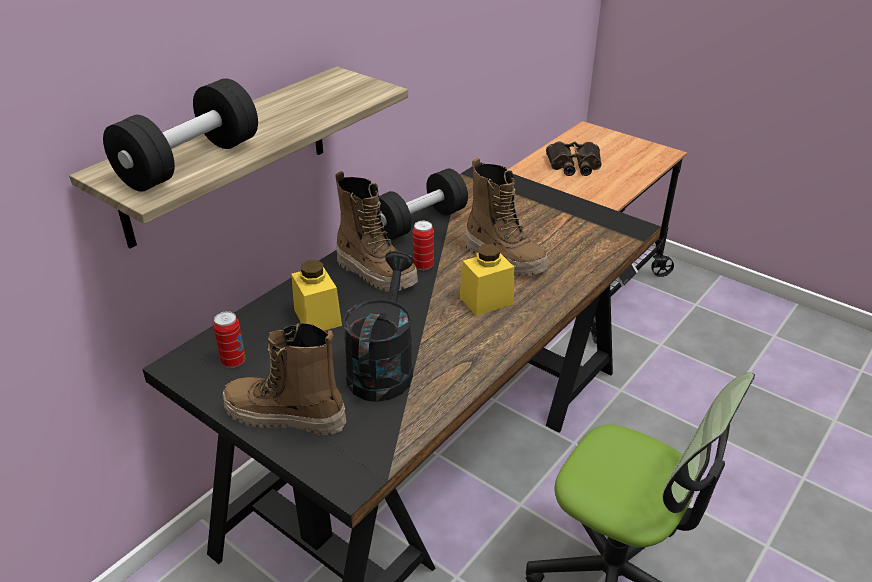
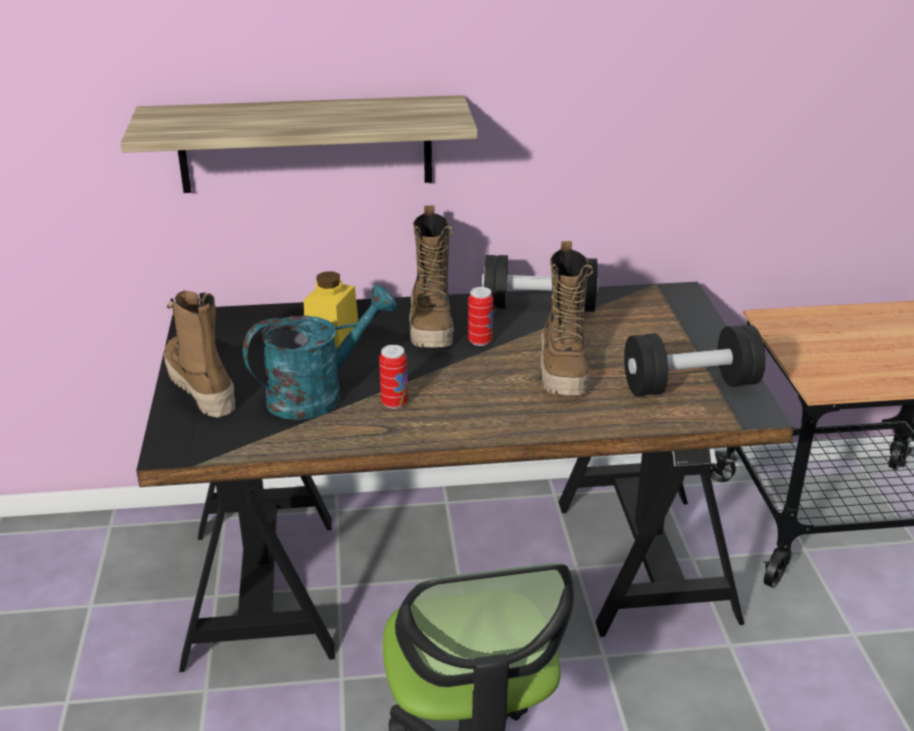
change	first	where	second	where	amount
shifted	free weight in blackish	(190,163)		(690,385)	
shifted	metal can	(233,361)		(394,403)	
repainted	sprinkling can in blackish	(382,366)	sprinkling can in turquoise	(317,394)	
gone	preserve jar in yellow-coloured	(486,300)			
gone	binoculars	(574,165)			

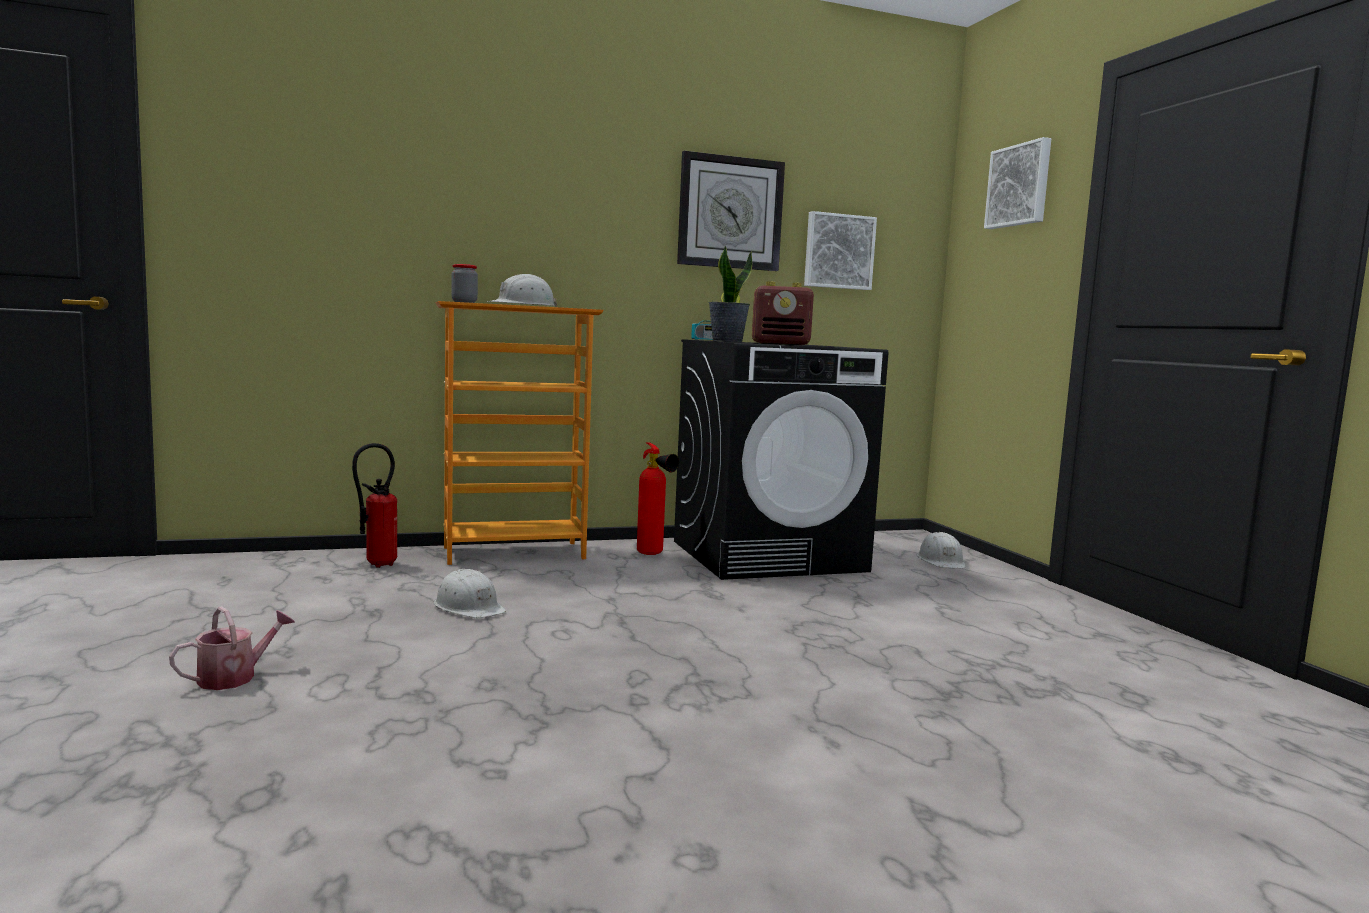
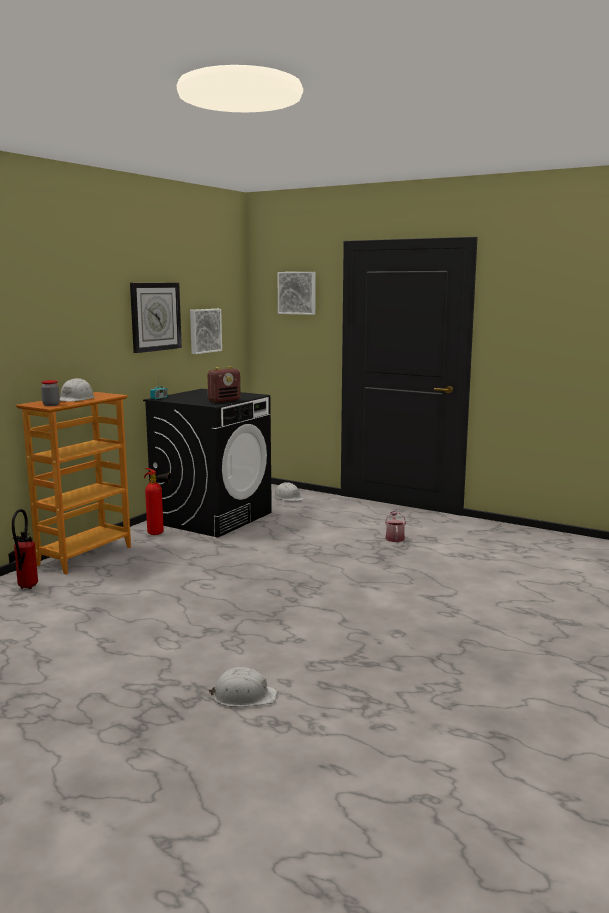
change	first	where	second	where	amount
shifted	sprinkling can	(234,677)		(394,537)	
shifted	hard hat in white	(469,607)		(244,696)	
gone	houseplant	(727,341)			

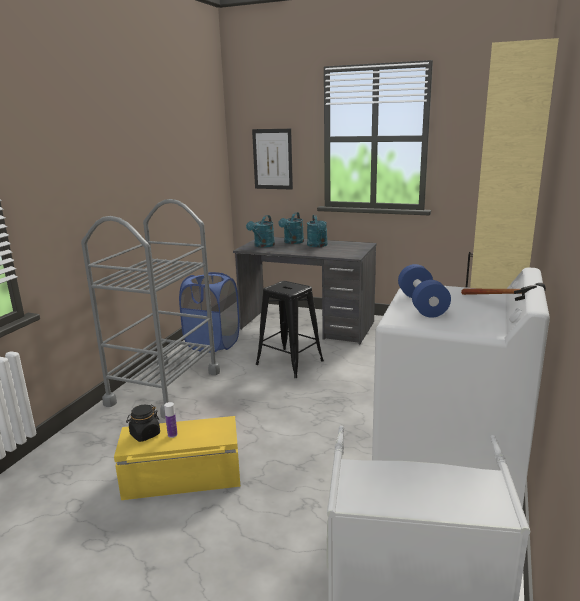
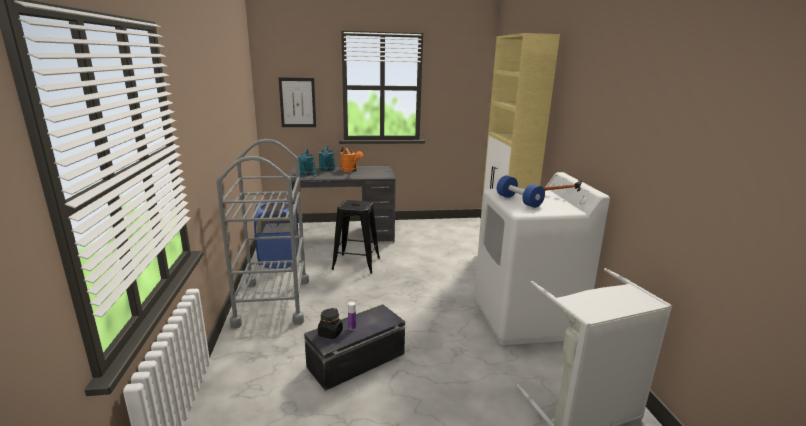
change	first	where	second	where	amount
repainted	storage box in yellow-coloured	(182,478)	storage box in blackish	(357,361)	
repainted	sprinkling can in turquoise	(318,245)	sprinkling can in orange-coloured	(350,171)	

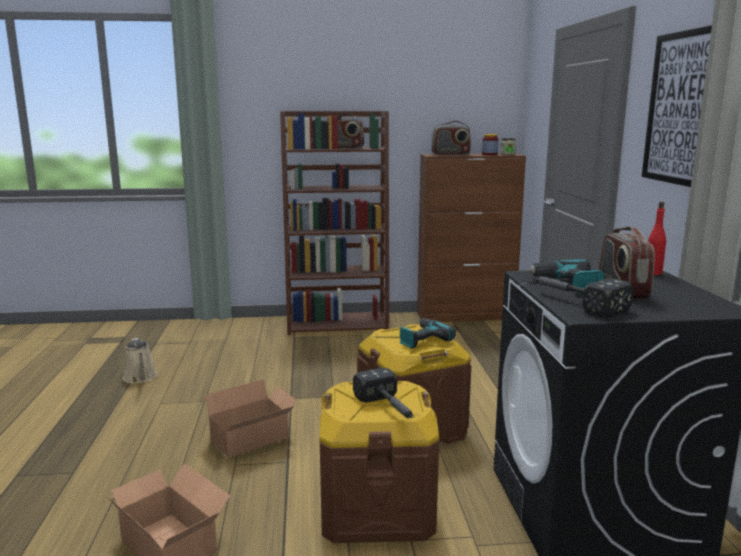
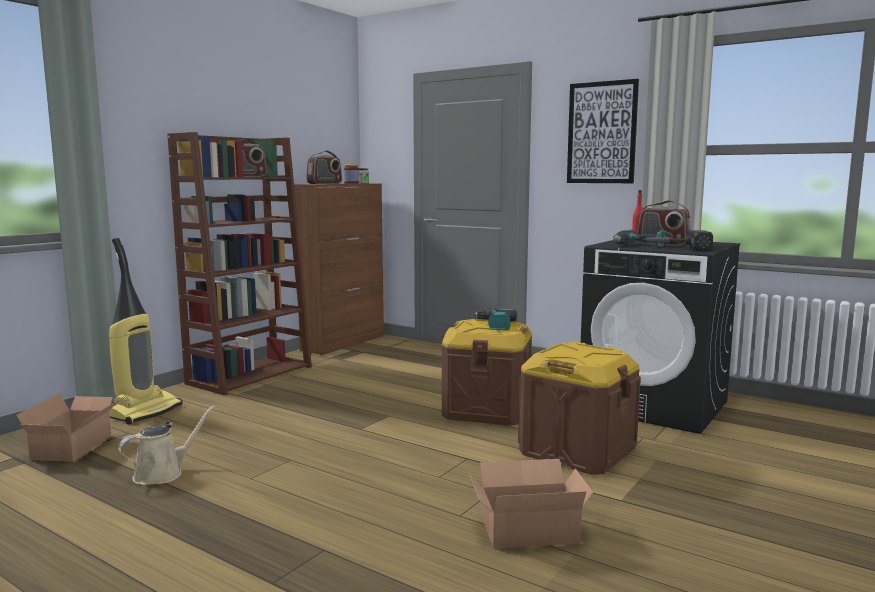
change	first	where	second	where	amount
rotated	sprinkling can in beige	(141,378)		(163,474)	60 degrees counterclockwise
shifted	carton	(252,439)		(76,446)	
gone	hand hammer	(389,409)			
new			vacuum cleaner	(145,411)	

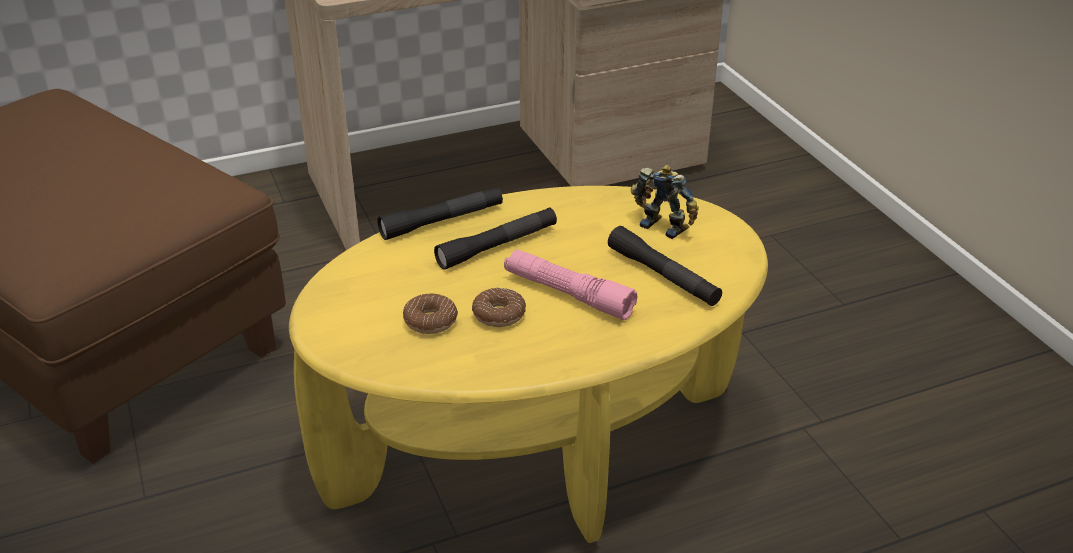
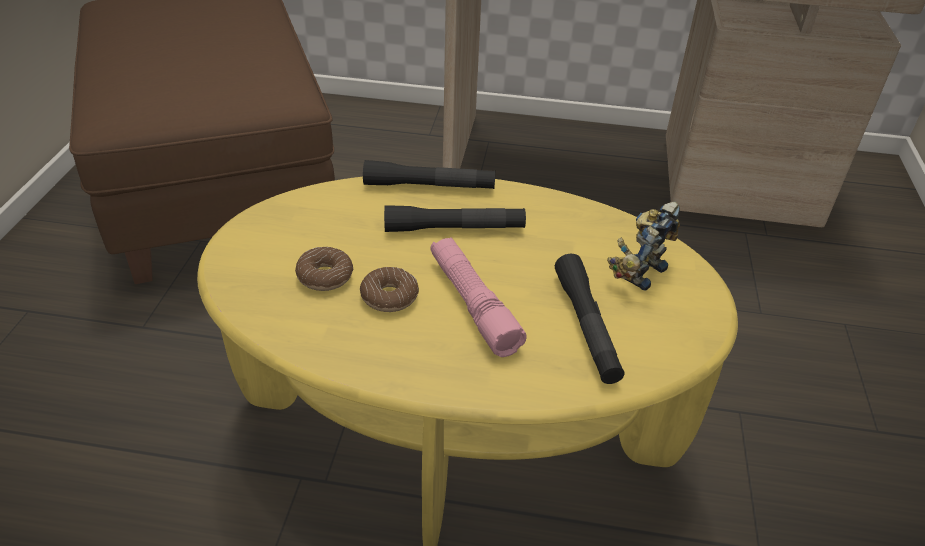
change	first	where	second	where	amount
rotated	toy robot	(664,225)		(638,271)	120 degrees counterclockwise

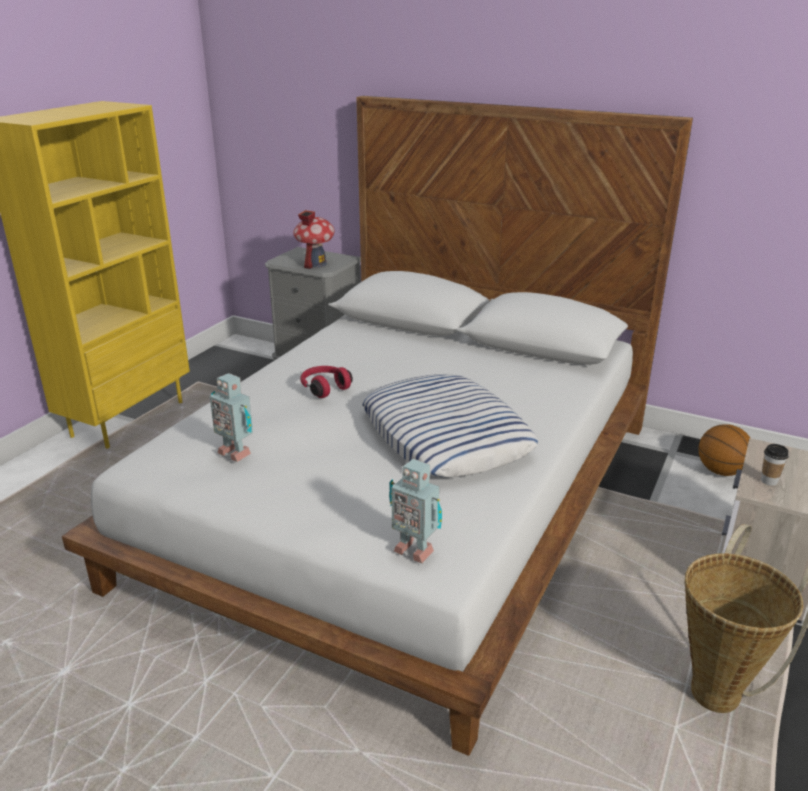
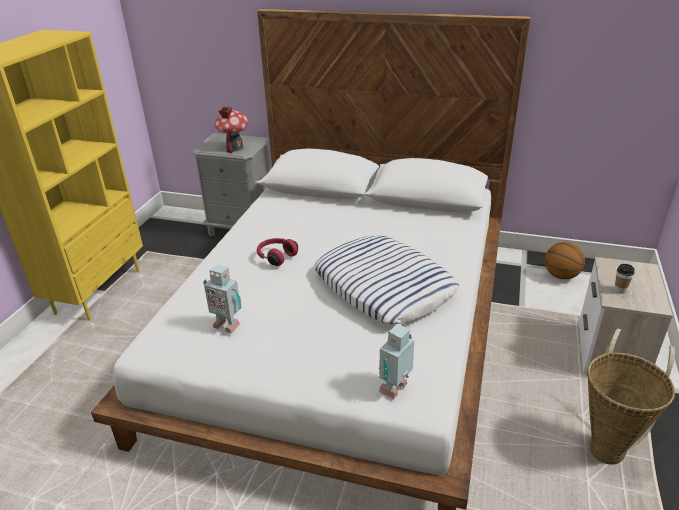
change	first	where	second	where	amount
rotated	toy robot	(414,549)		(396,388)	105 degrees clockwise

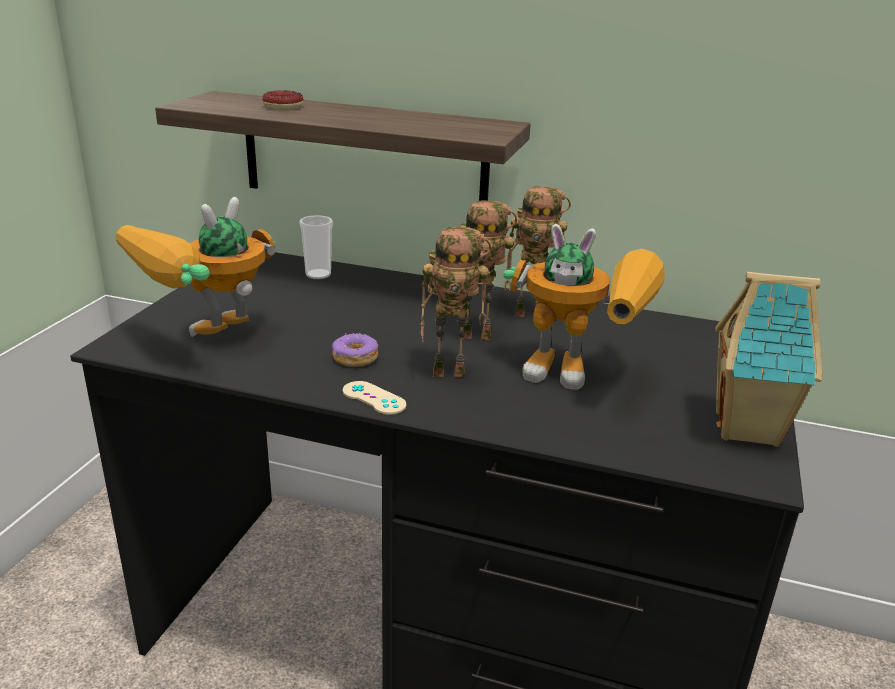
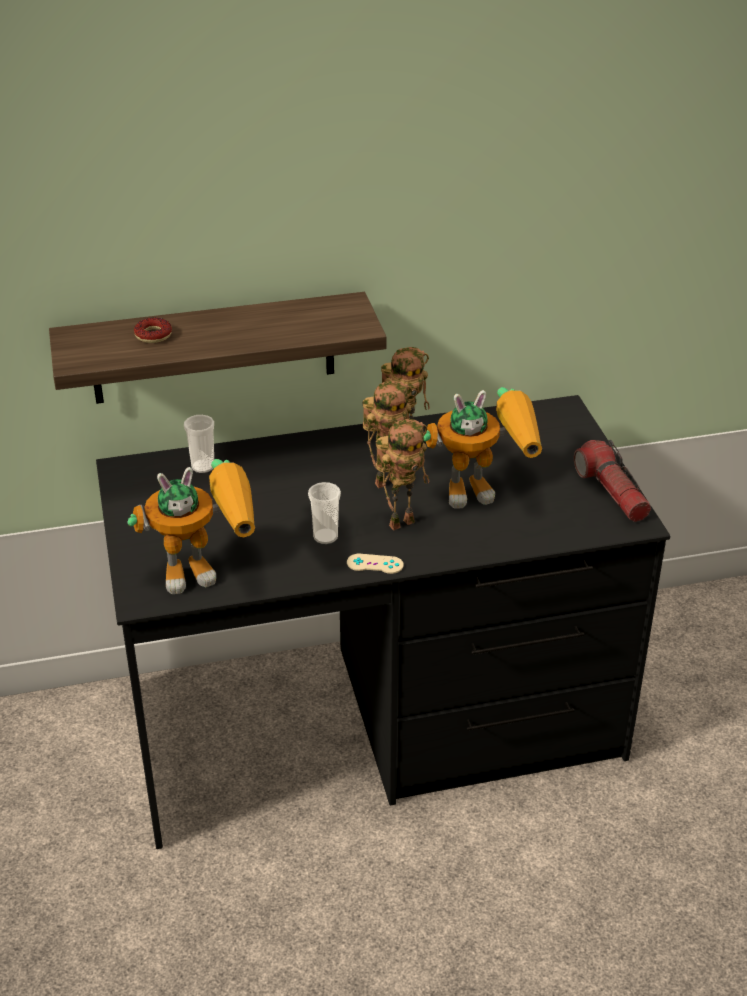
change	first	where	second	where	amount
rotated	toy robot	(208,344)		(207,568)	120 degrees counterclockwise
swapped	ring doughnut	(354,358)	small cup	(325,537)	
swapped	miniature house	(749,429)	flashlight	(612,492)	

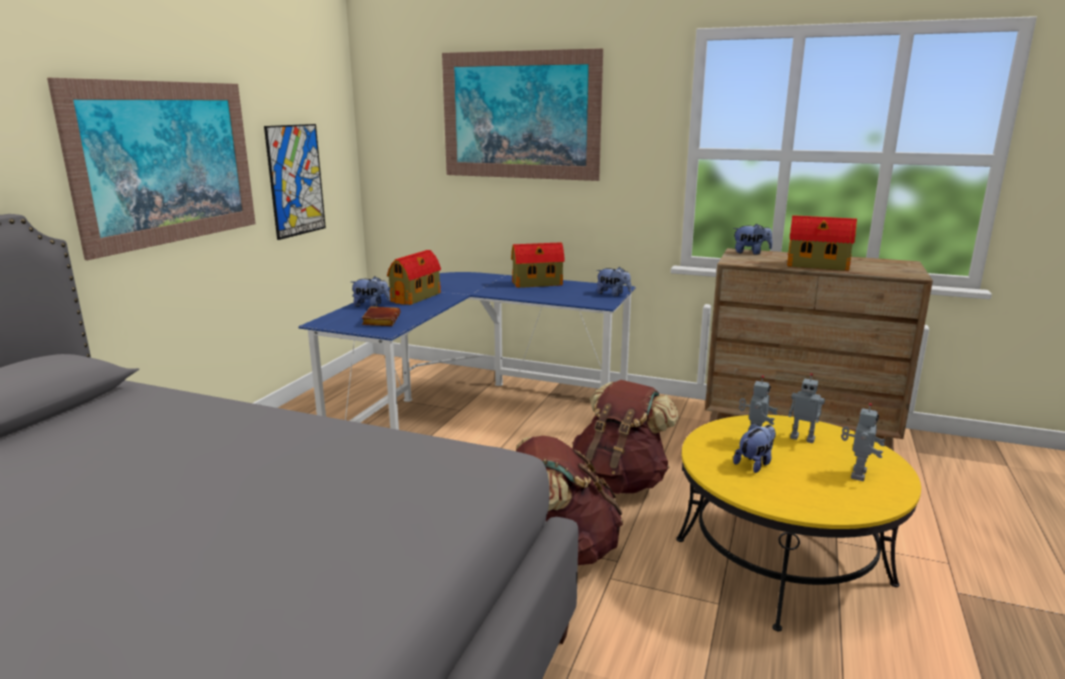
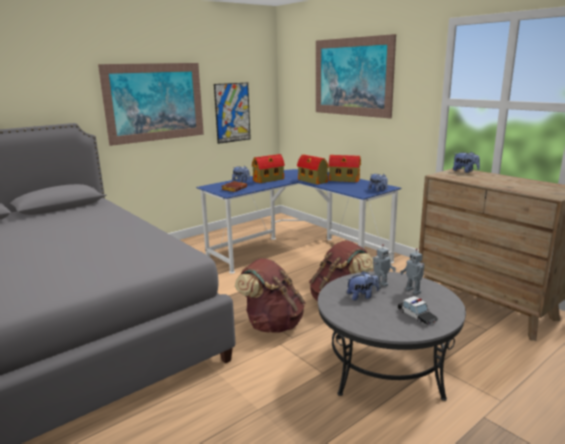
change	first	where	second	where	amount
repainted	low table in yellow-coloured	(781,561)	low table in gray	(385,365)	
shifted	miniature house	(819,266)		(313,181)	
swapped	toy robot	(856,474)	model car	(416,316)	

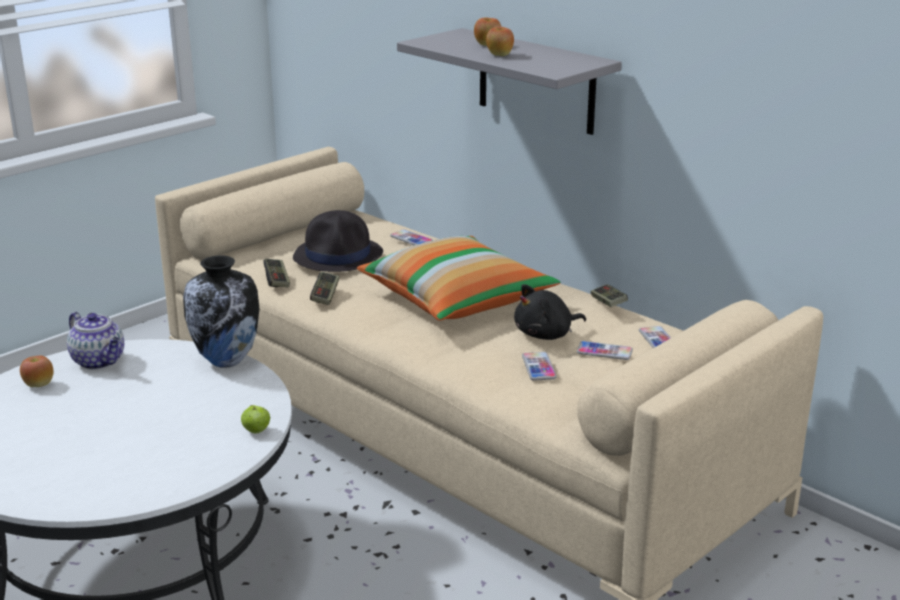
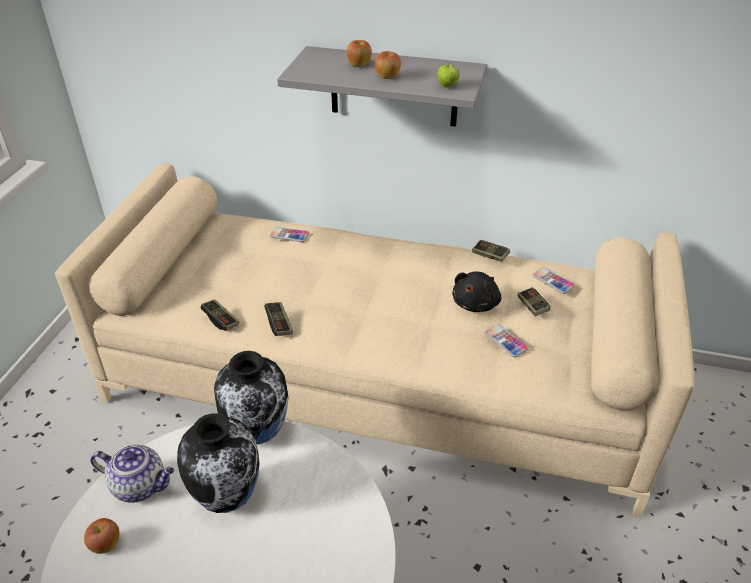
change	first	where	second	where	amount
shifted	whole apple	(256,431)		(447,86)	
gone	hat in blackish	(339,256)			
gone	cushion	(457,300)			
swapped	telephone	(604,352)	game controller	(532,307)	
new			vase	(229,497)	

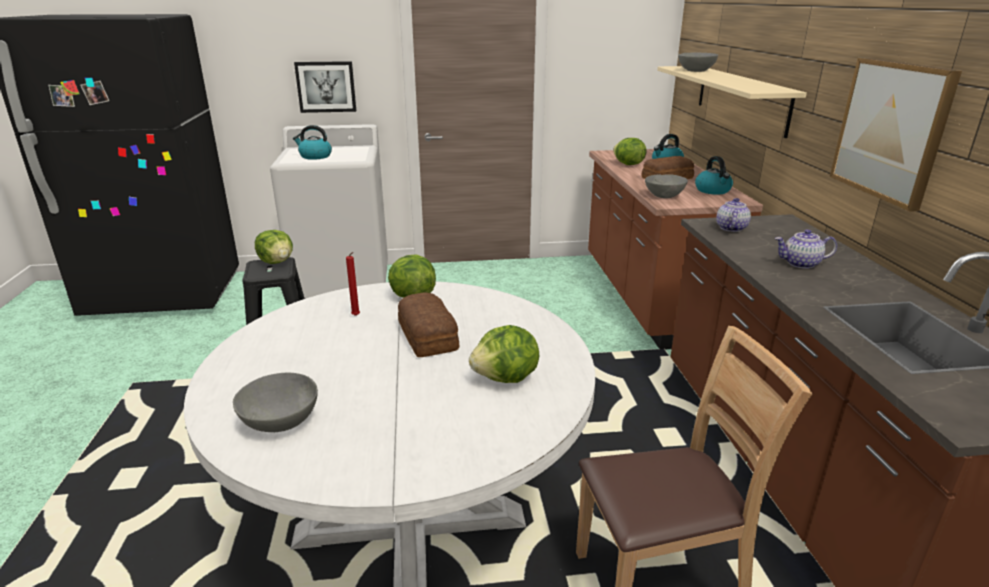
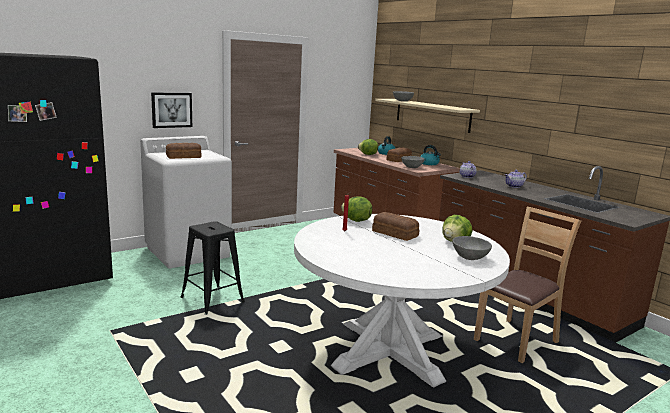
change	first	where	second	where	amount
shifted	deep dish in gray	(280,422)		(470,257)	
gone	lettuce	(277,262)			
swapped	tea kettle	(315,156)	bakery bread	(184,157)	
gone	wall art	(891,130)			

